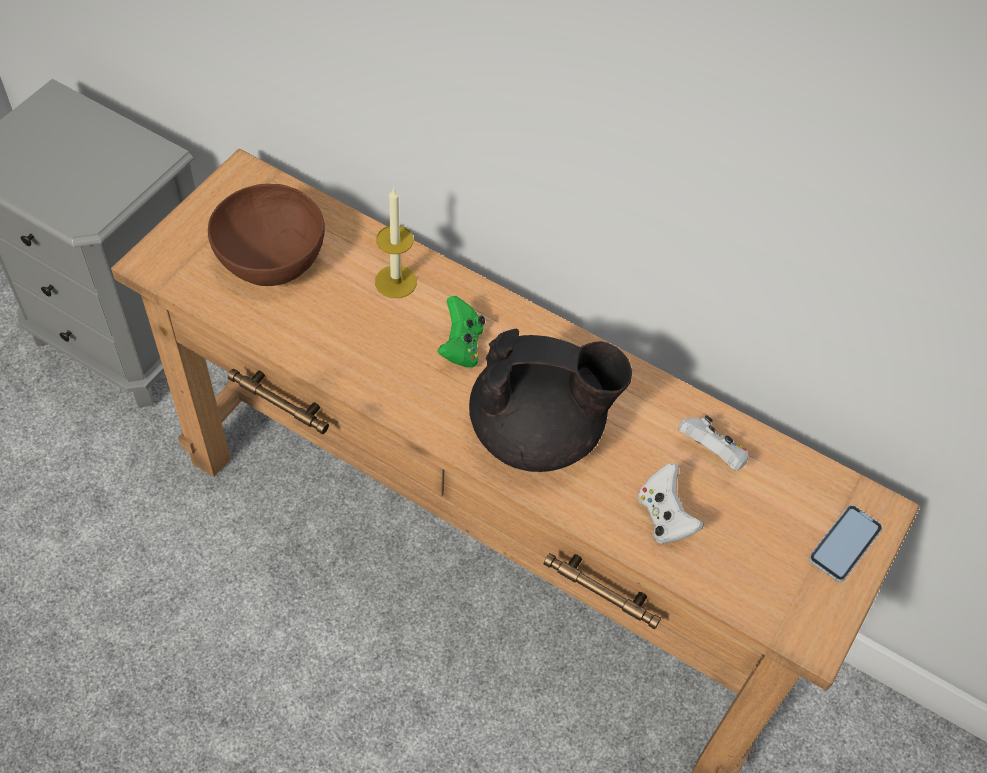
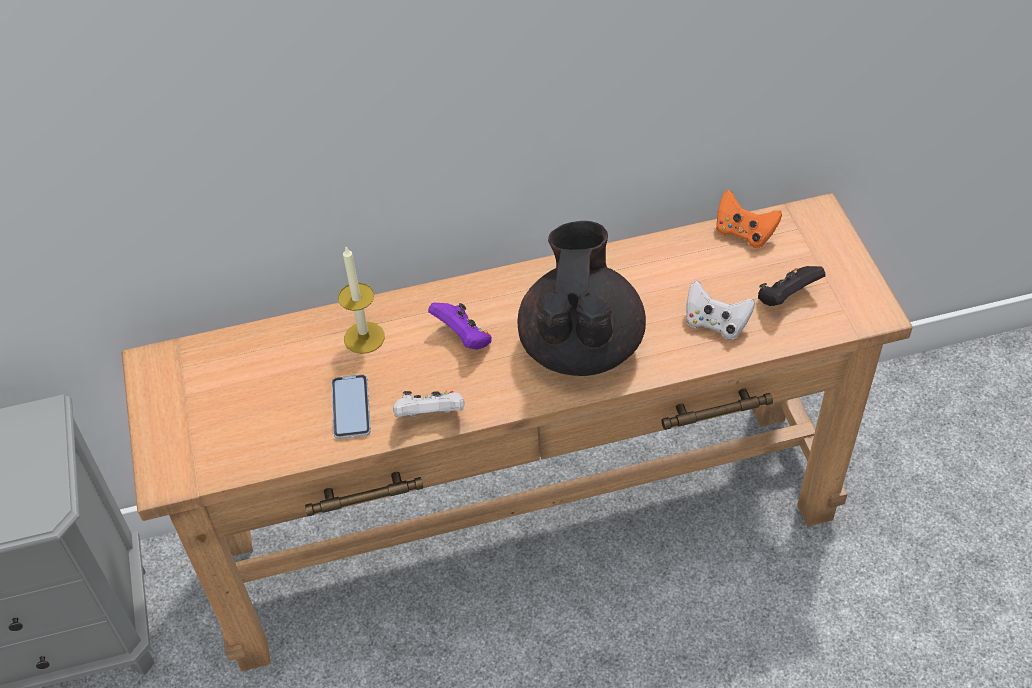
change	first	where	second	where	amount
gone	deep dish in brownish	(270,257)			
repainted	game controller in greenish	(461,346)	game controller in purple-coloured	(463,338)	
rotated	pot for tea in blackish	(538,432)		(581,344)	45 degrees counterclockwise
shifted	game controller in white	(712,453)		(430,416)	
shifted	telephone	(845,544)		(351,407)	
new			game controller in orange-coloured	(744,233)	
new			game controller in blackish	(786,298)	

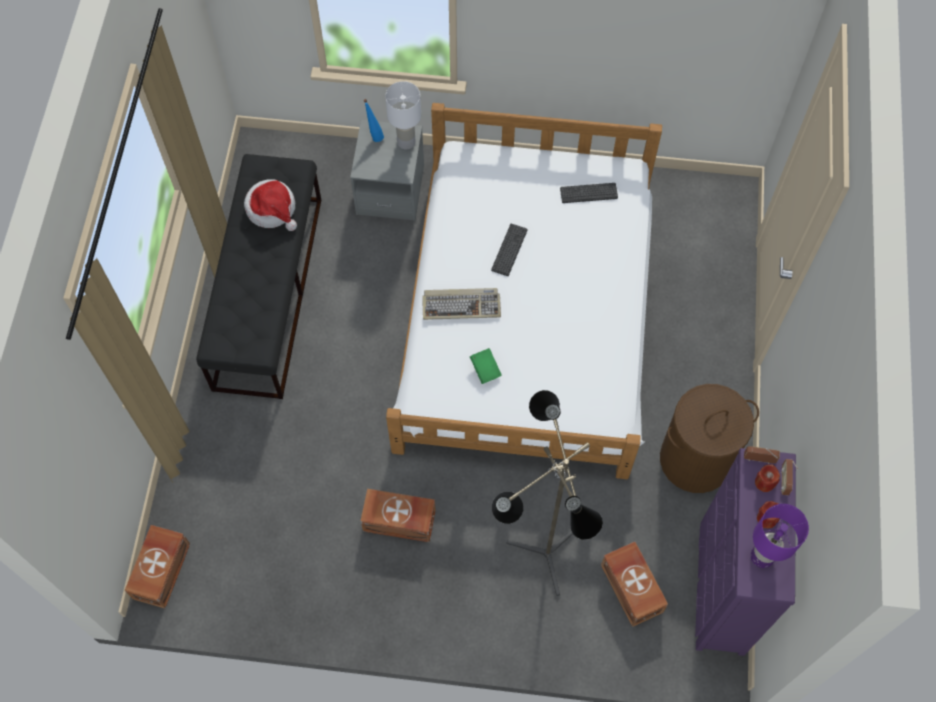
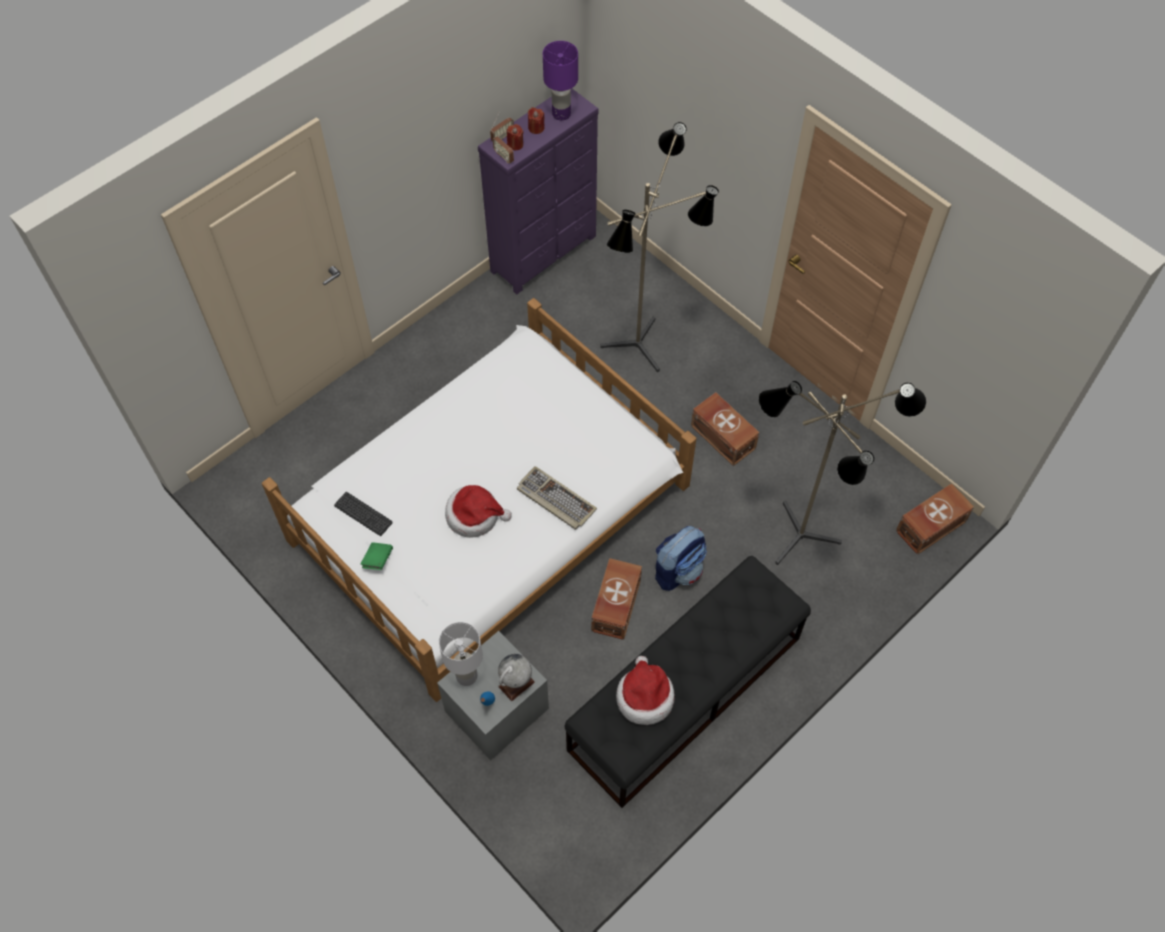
change	first	where	second	where	amount
shifted	bound book in greenish	(485,369)		(378,560)	
swapped	PC keyboard	(509,250)	hat	(474,515)	
shifted	storage box in brownish	(632,587)		(614,606)	
gone	hamper in brownish	(695,459)			
new			world globe	(516,684)	
new			rucksack	(678,570)	
new			standing lamp	(800,544)	

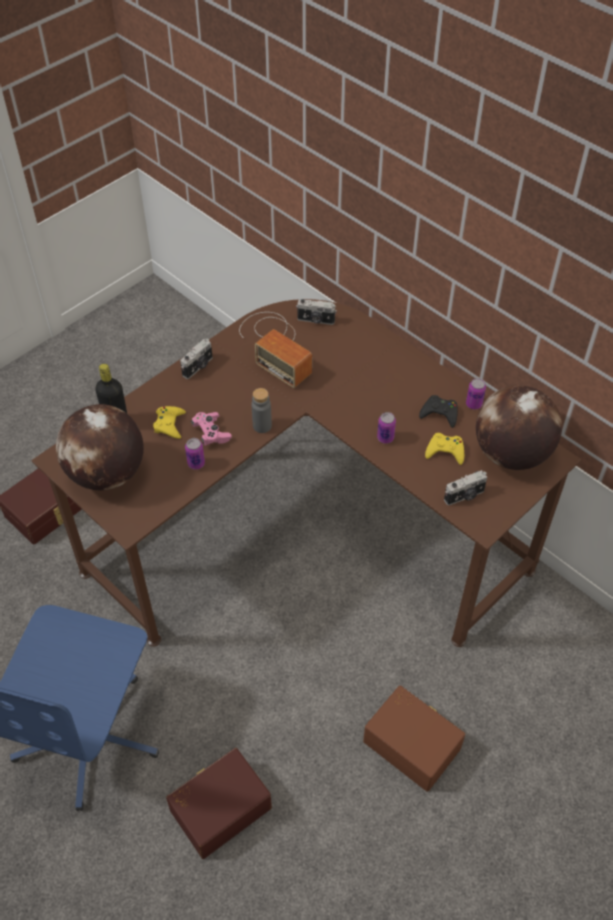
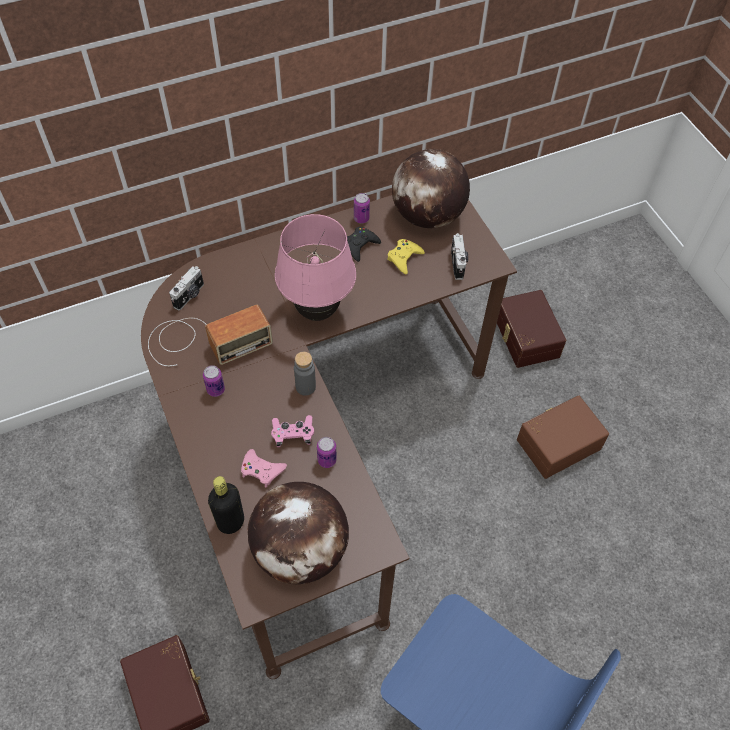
change	first	where	second	where	amount
repainted	game controller in yellow-coloured	(169,424)	game controller in pink-coloured	(261,470)	
shifted	storage box in brownish	(219,807)		(525,337)	
gone	still camera	(198,367)			
shifted	metal can	(385,438)		(216,390)	
new			table lamp in pink-coloured	(317,311)	

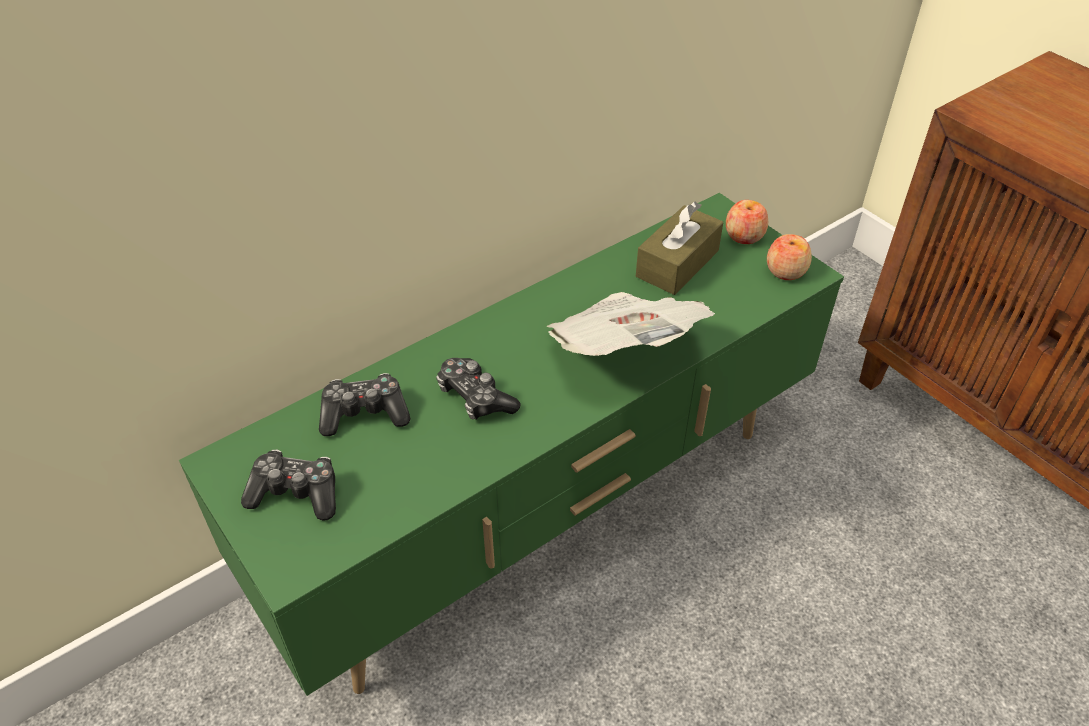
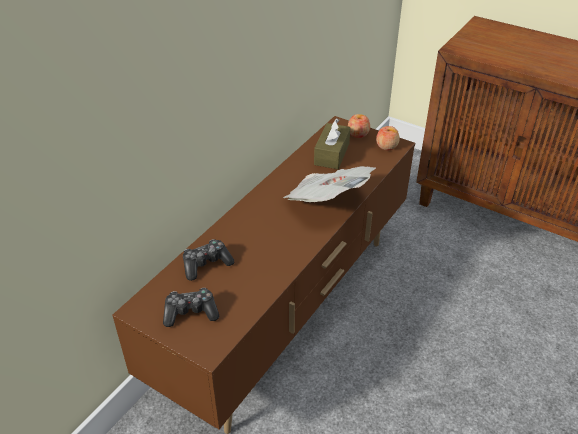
change	first	where	second	where	amount
repainted	media console in greenish	(544,515)	media console in brownish	(288,312)	
gone	game controller	(475,397)			

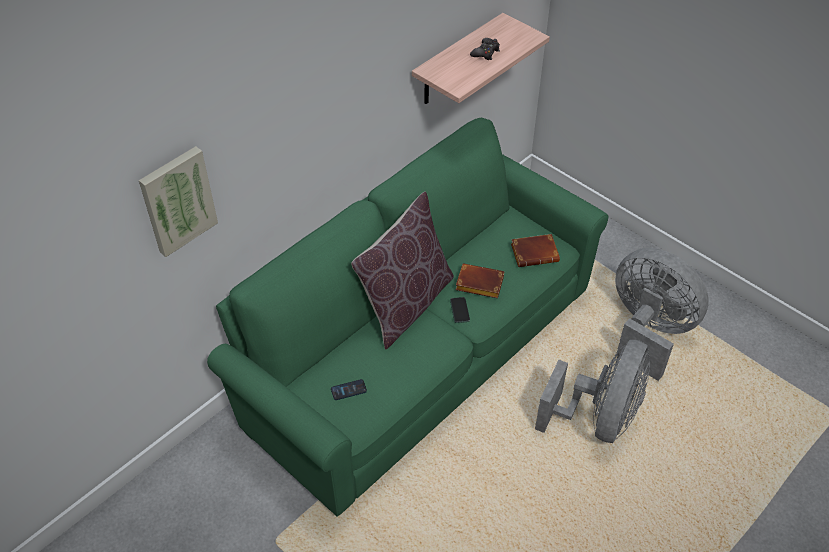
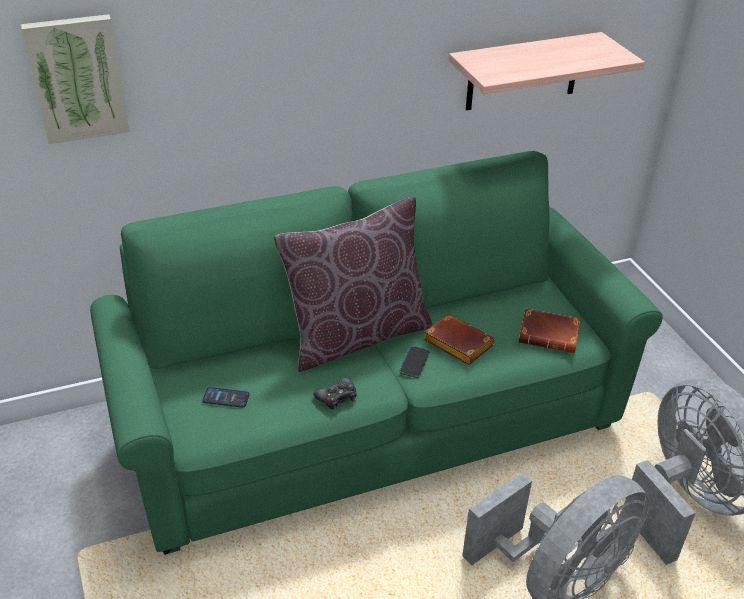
change	first	where	second	where	amount
shifted	game controller in blackish	(485,53)		(337,398)	

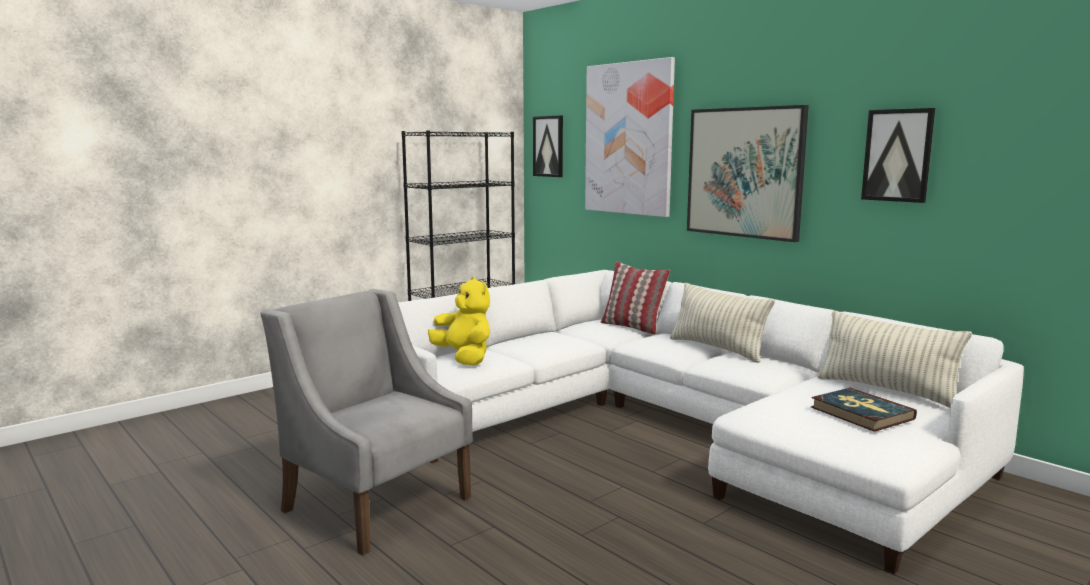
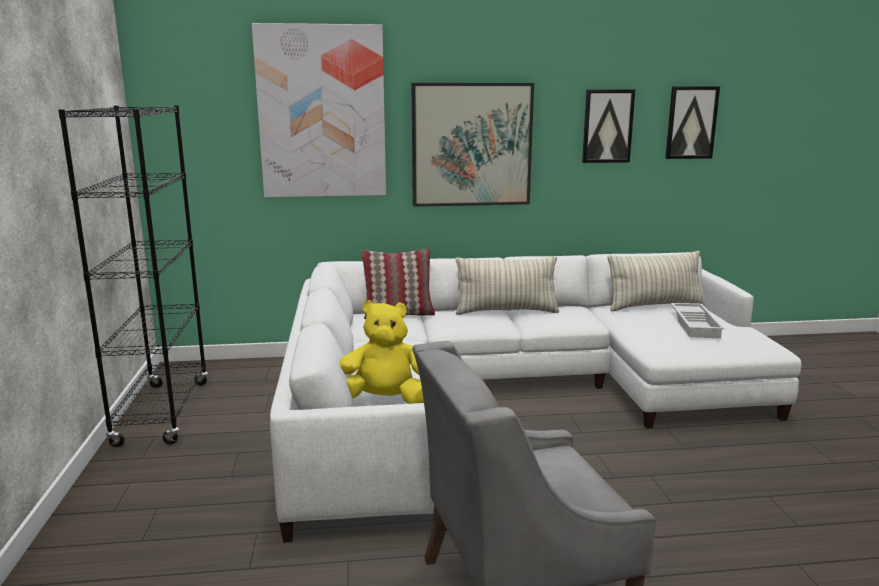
change	first	where	second	where	amount
shifted	wall art	(548,146)		(691,122)	
swapped	bound book	(861,413)	tray in white	(696,325)	

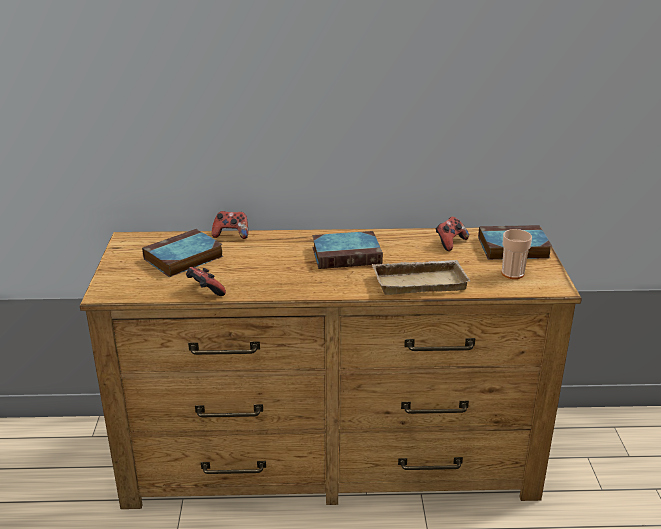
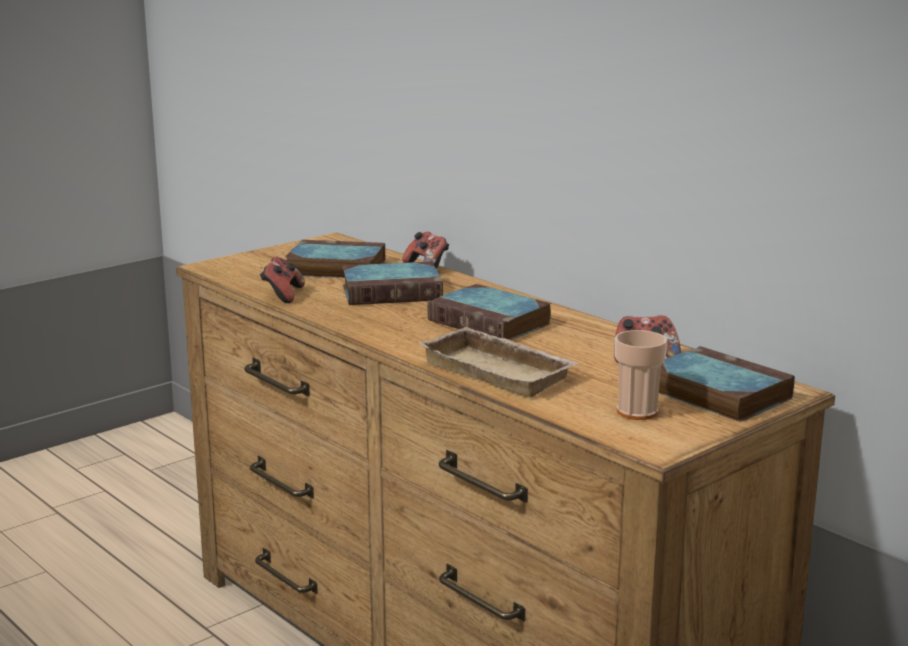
change	first	where	second	where	amount
new			bound book	(394,292)	

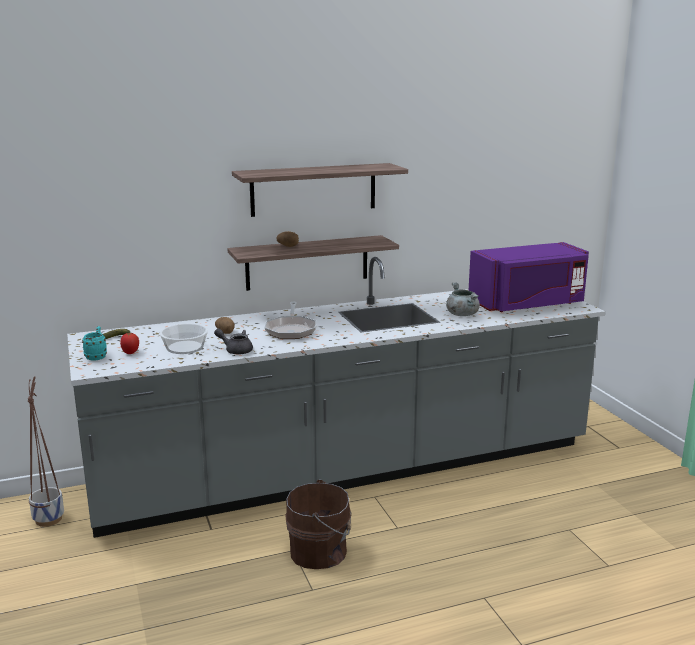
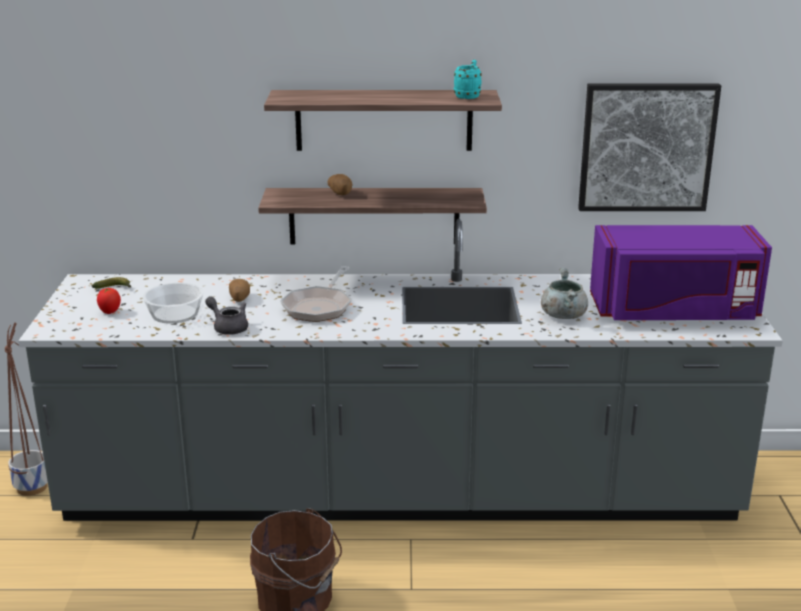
change	first	where	second	where	amount
shifted	mug in turquoise	(97,356)		(468,96)	
new			wall art	(646,147)	

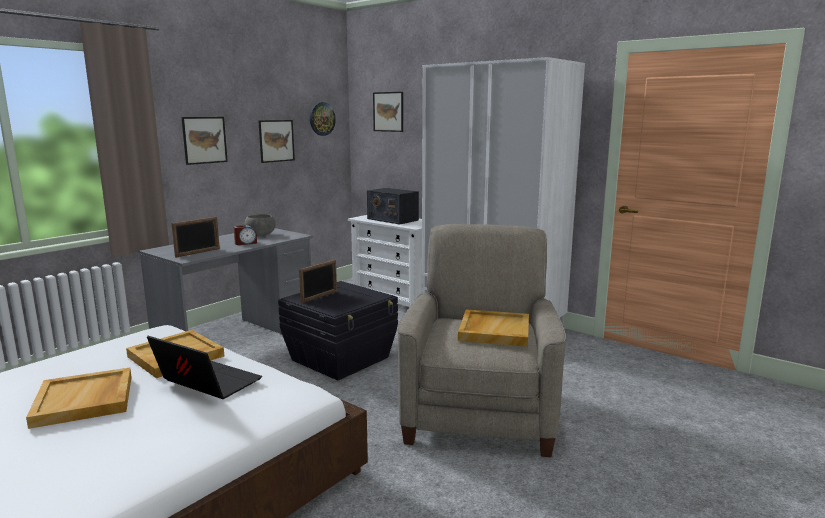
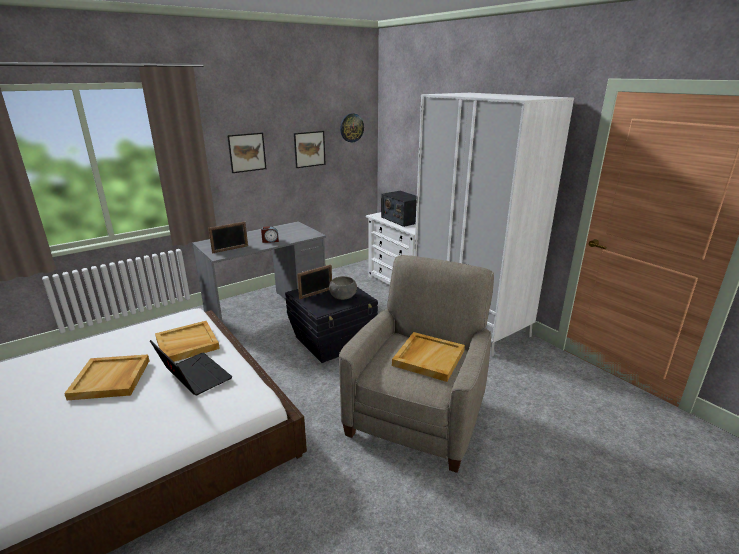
change	first	where	second	where	amount
shifted	deep dish in gray	(260,235)		(343,296)	
gone	wall art	(388,111)			

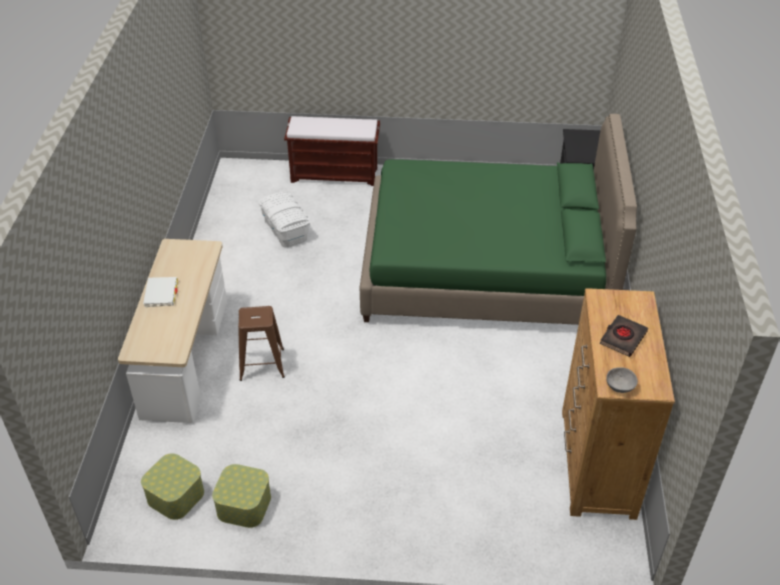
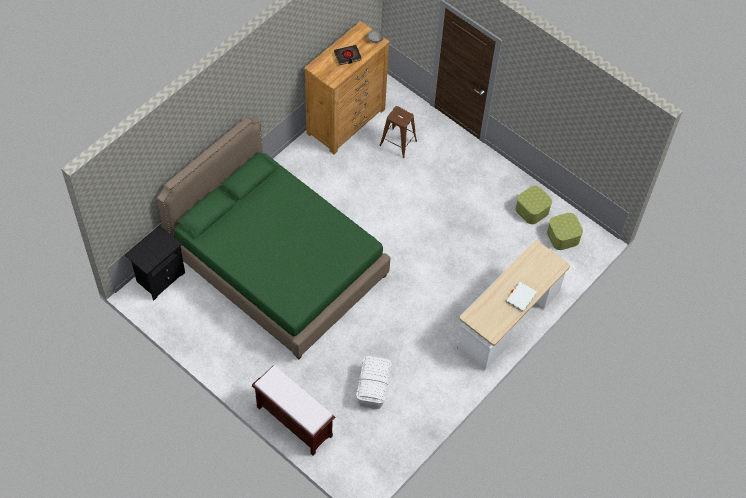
change	first	where	second	where	amount
shifted	stool in brownish	(262,364)		(398,143)	

